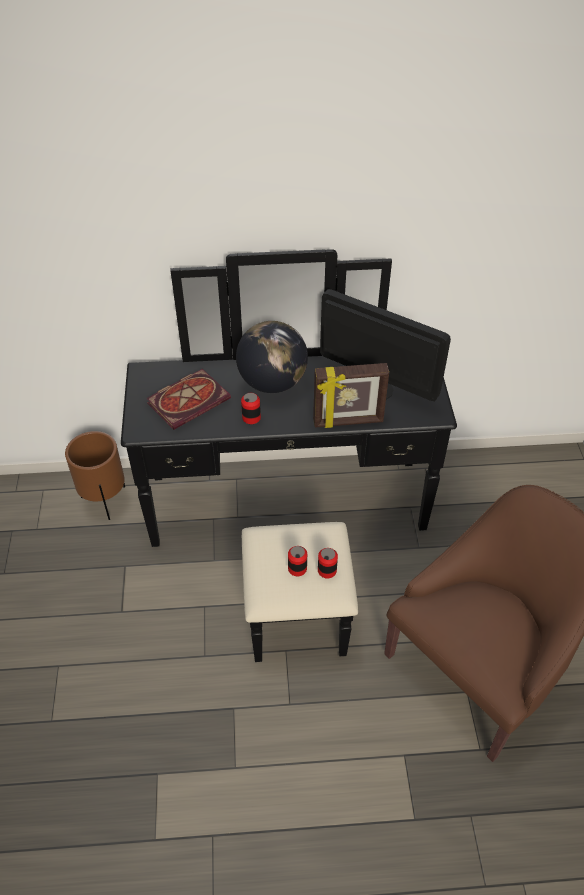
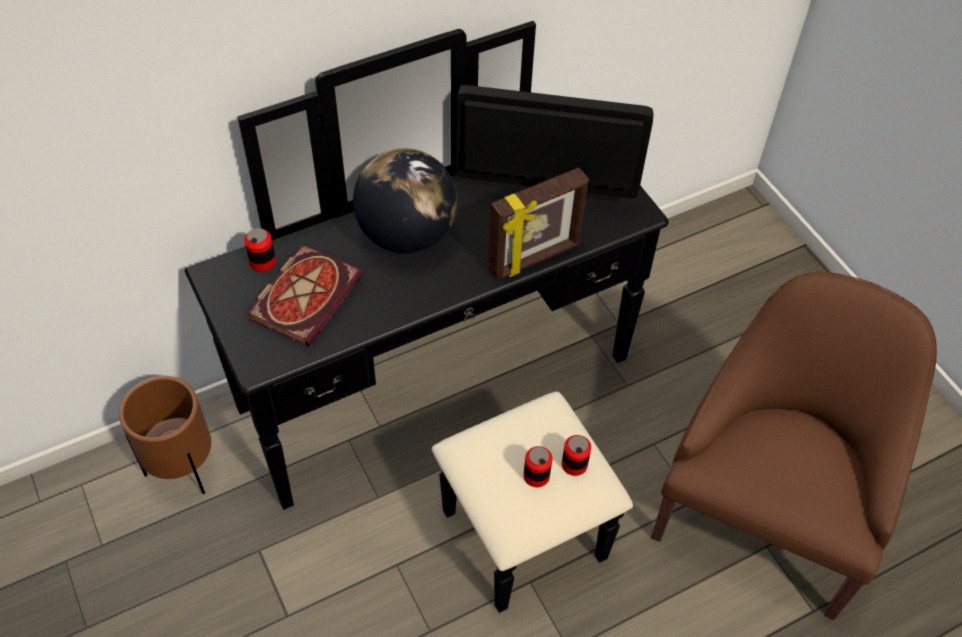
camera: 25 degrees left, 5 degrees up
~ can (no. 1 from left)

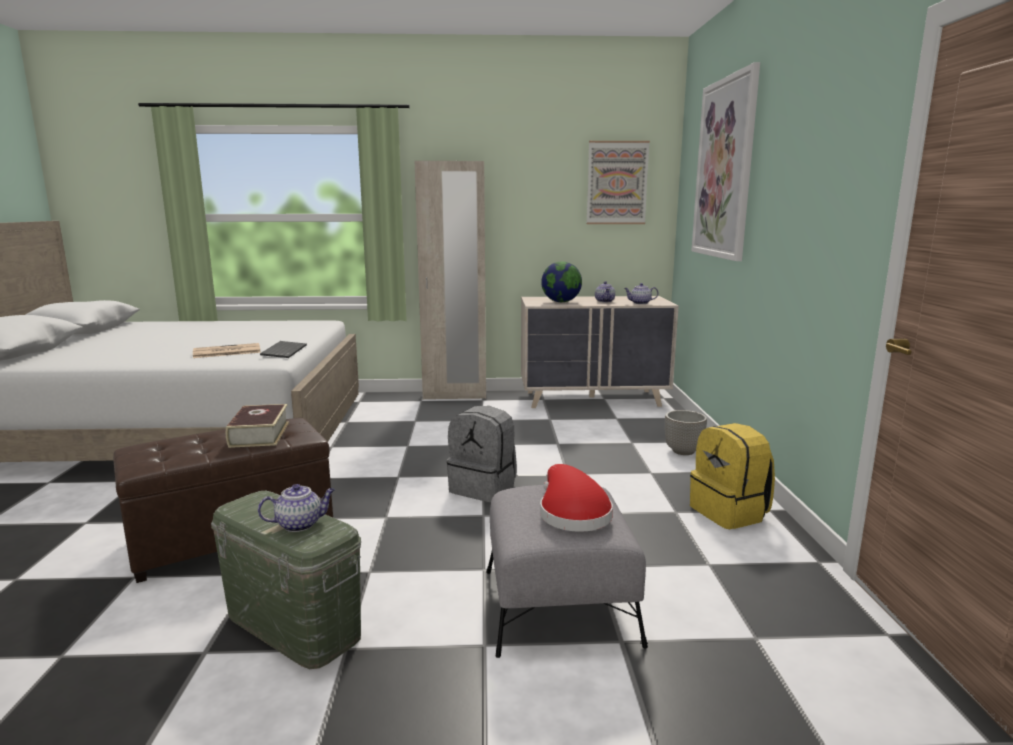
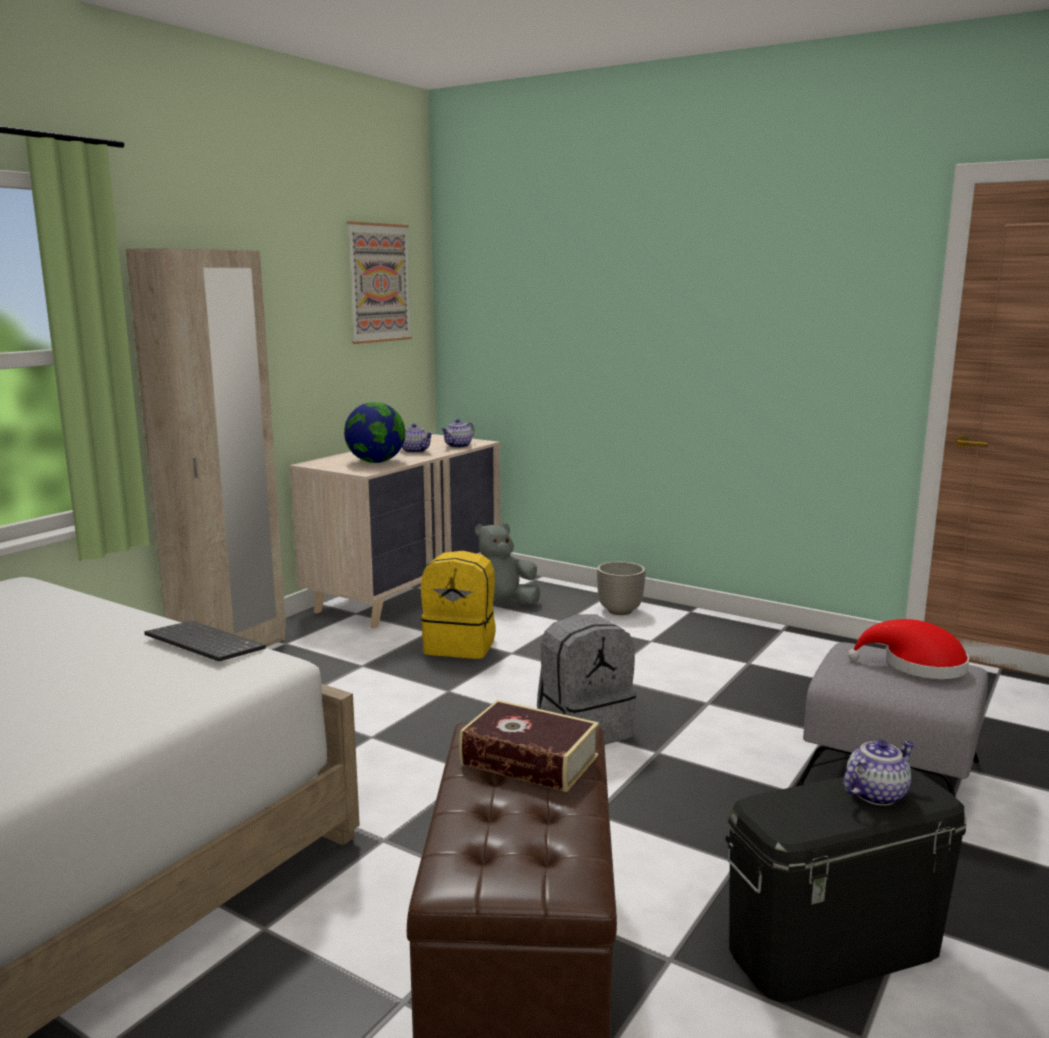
camera: 55 degrees left, 0 degrees up
~ yellow_knapsack
+ gray_plush_toy
~ green_storage_box to blackish_storage_box
~ pot_for_tea (no. 1 from left in the first image) 45 degrees clockwise
- daily_paper
- wall_picture (no. 2 from left)

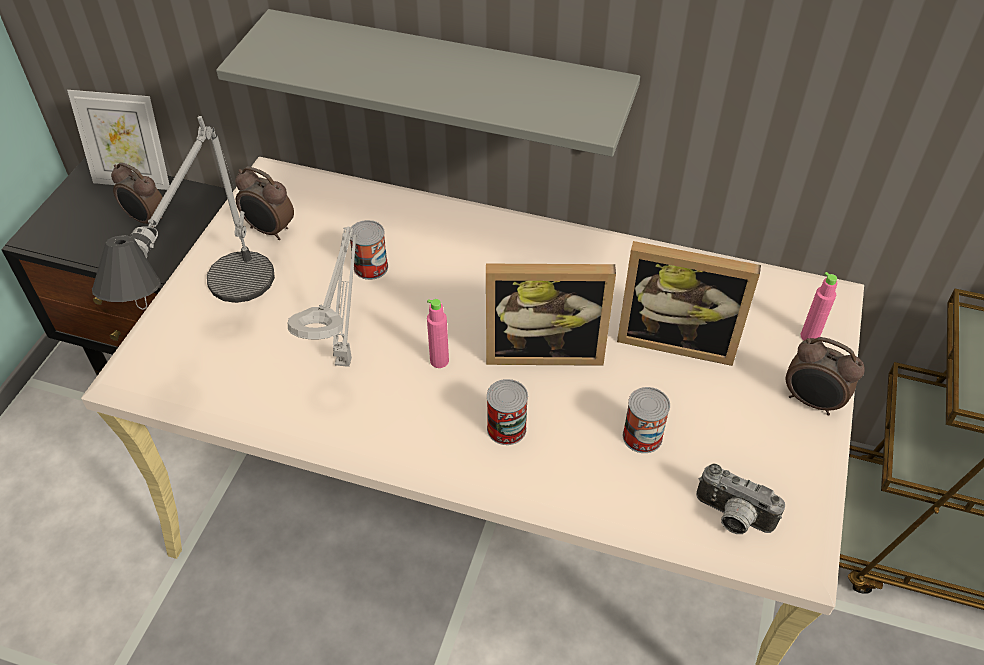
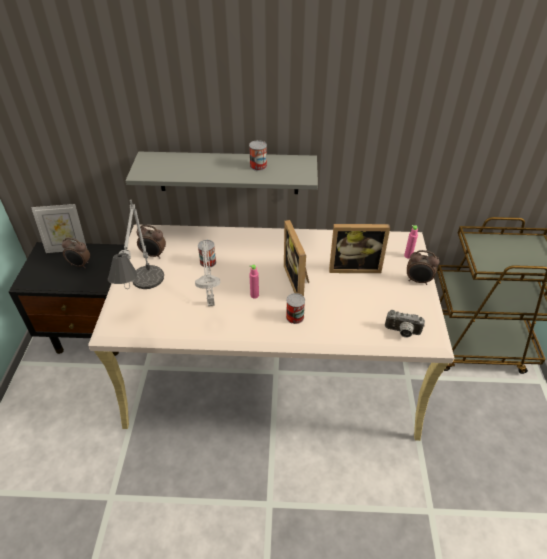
camera: 15 degrees left, 5 degrees down
~ can (no. 3 from left in the first image) to can (no. 2 from left)
~ photo_frame (no. 2 from left) 90 degrees clockwise

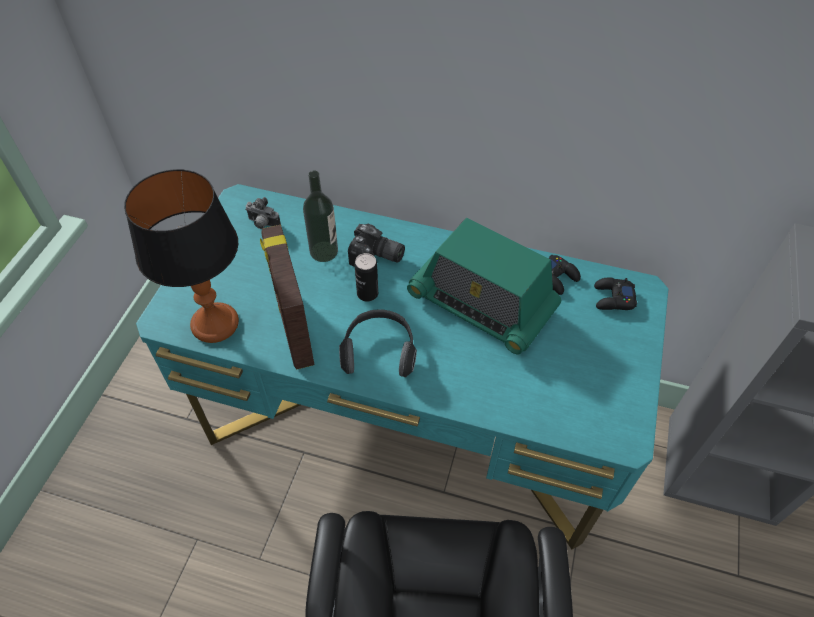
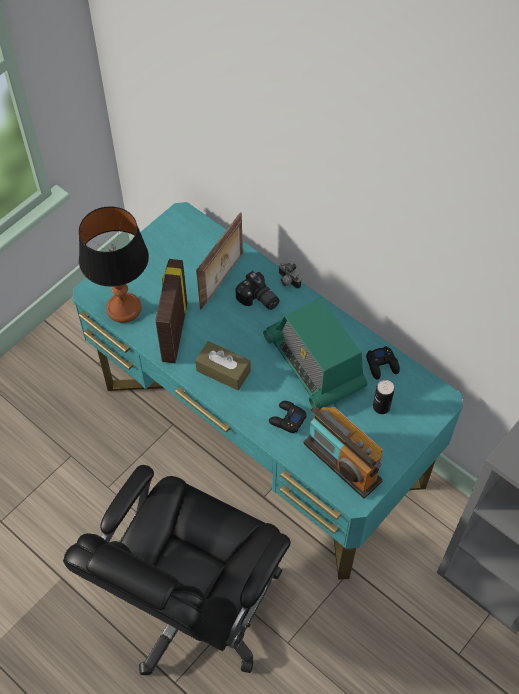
camera: 25 degrees right, 5 degrees up
~ pair_of_headphones to brown-coloured_tissue_box
~ beverage_bottle to photo_frame (no. 2 from left)
~ blackish_game_controller (no. 2 from left in the first image) to blackish_game_controller (no. 1 from left)
~ still_camera (no. 1 from left in the first image) to still_camera (no. 2 from left)
+ radio (no. 2 from left)
~ can

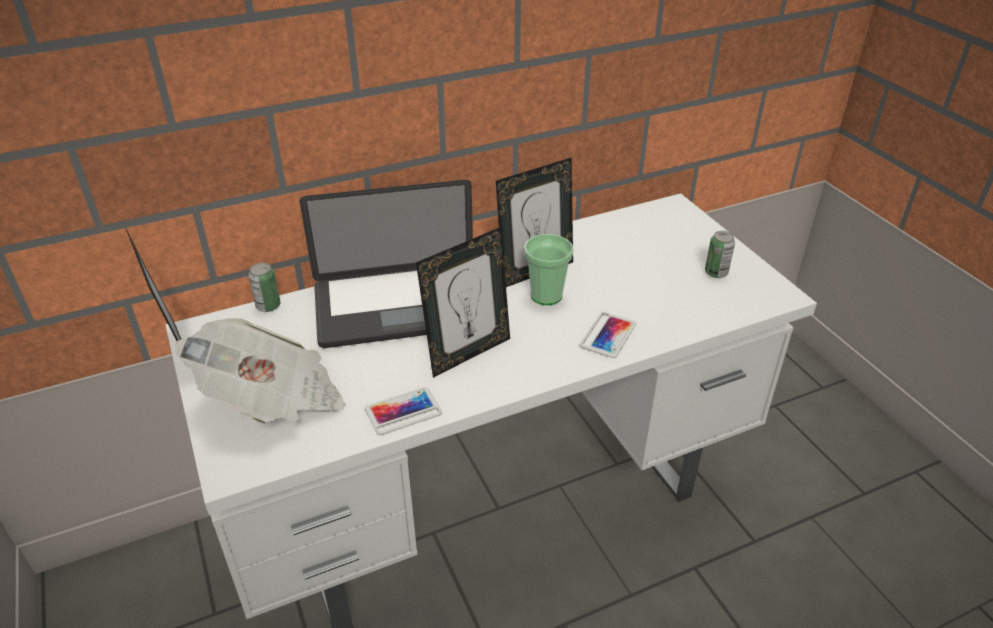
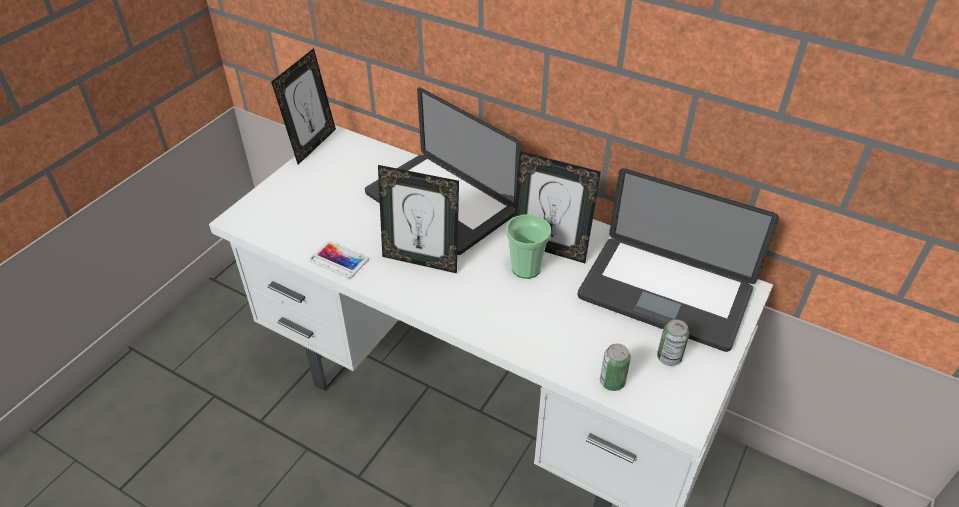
camera: 55 degrees right, 5 degrees up
+ laptop (no. 2 from left)
~ can (no. 1 from left)
- daily_paper
- handset (no. 2 from left)

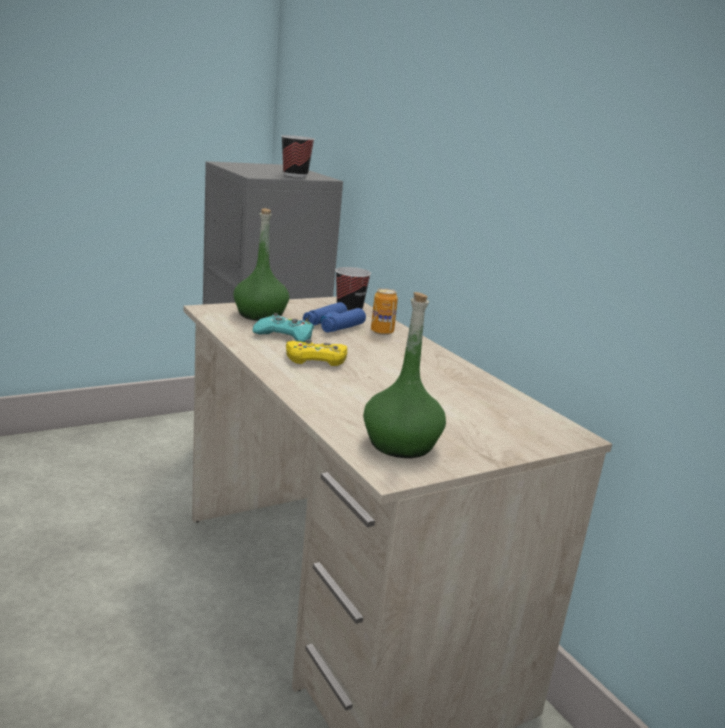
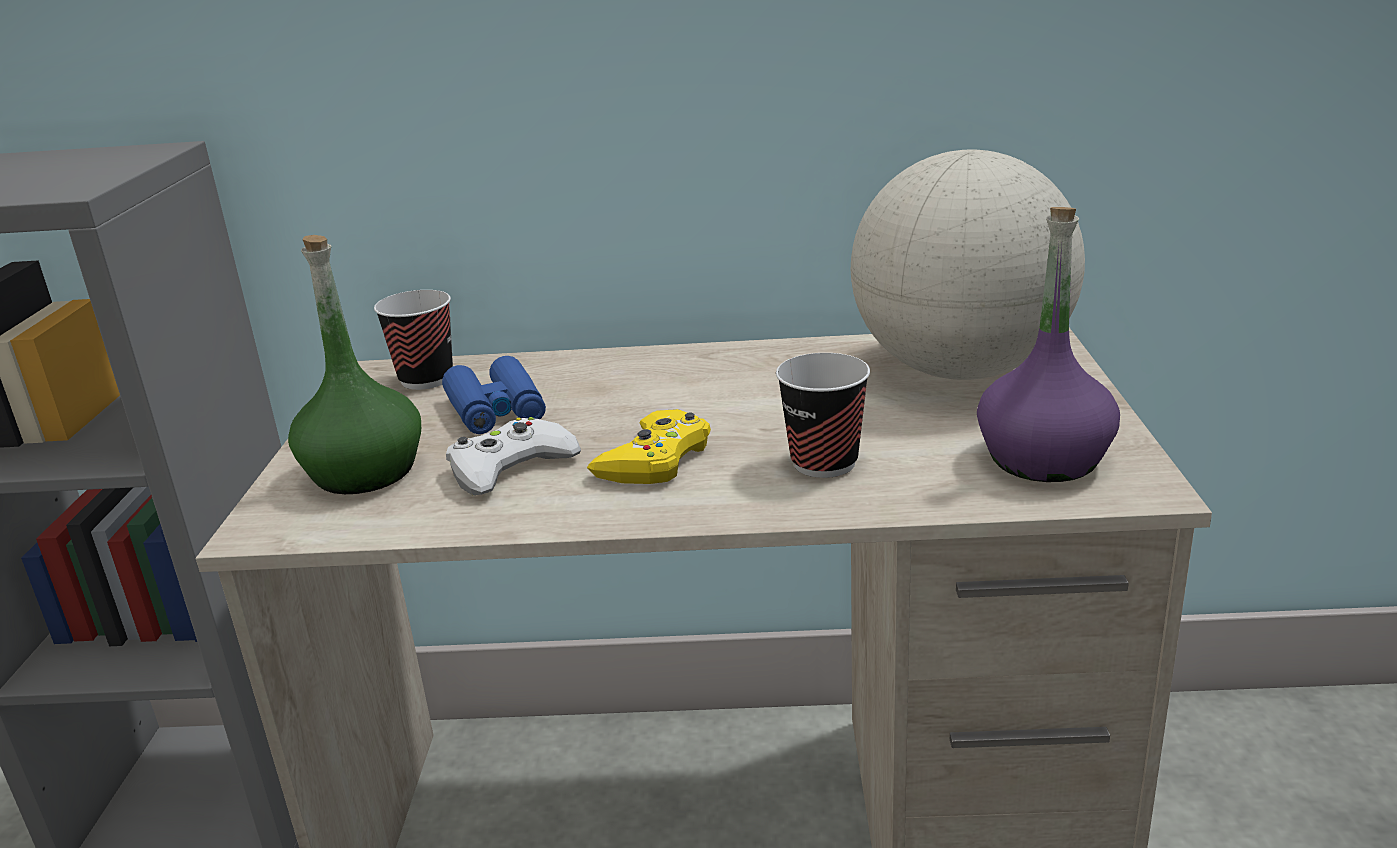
camera: 55 degrees left, 5 degrees up
~ turquoise_game_controller to white_game_controller
~ drinking_cup (no. 1 from left in the first image) to drinking_cup (no. 2 from left)
+ globe
~ green_beverage_bottle (no. 2 from left) to purple_beverage_bottle
- can

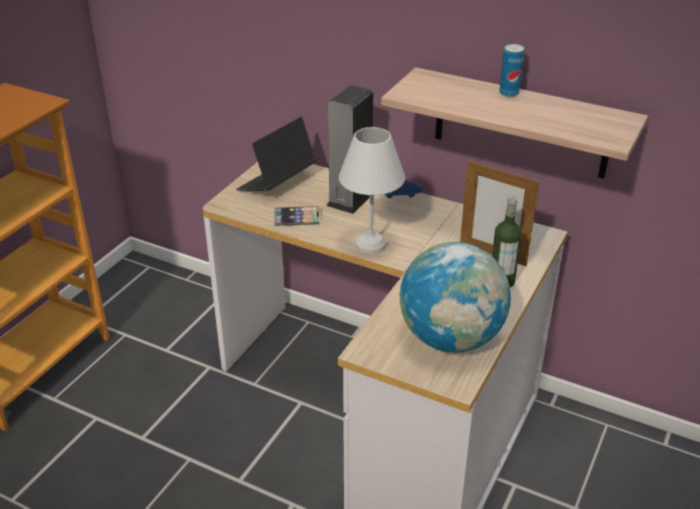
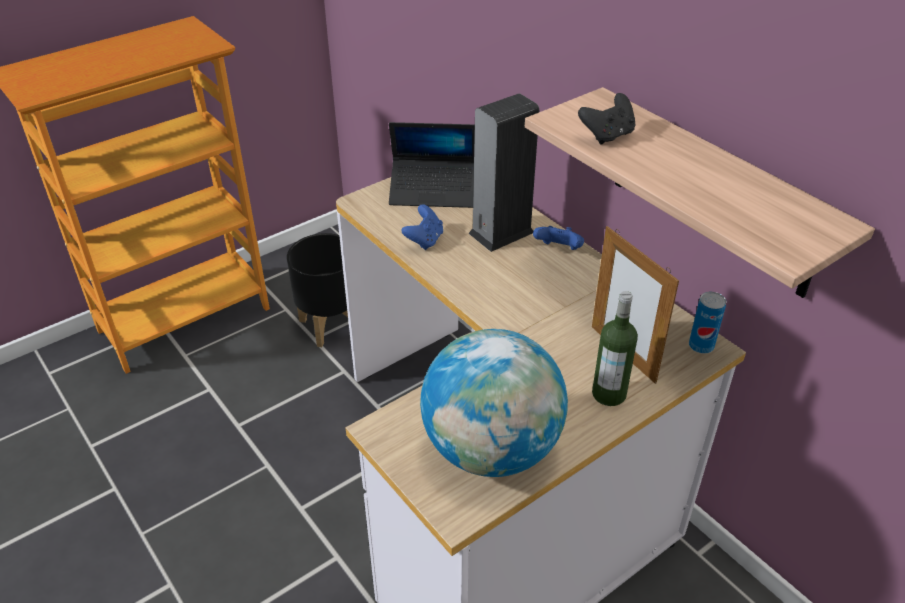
camera: 25 degrees right, 5 degrees up
+ blackish_planter
~ laptop 150 degrees counterclockwise
~ handset to bluish_game_controller (no. 1 from left)
+ blackish_game_controller
~ can
- white_table_lamp

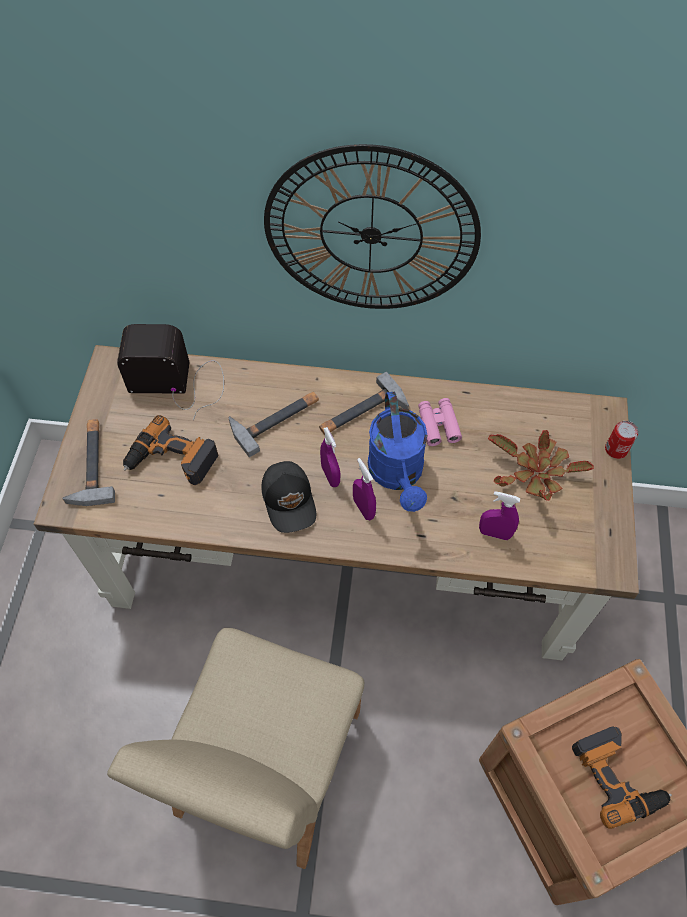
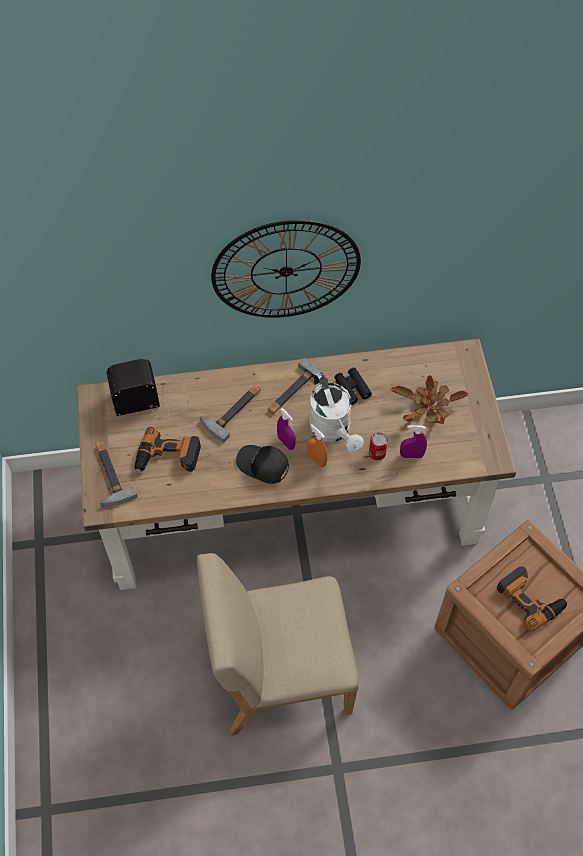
camera: 15 degrees left, 0 degrees up
~ beige-coloured_chair 75 degrees clockwise
~ blackish_cap 150 degrees clockwise
~ purple_hand_sprayer (no. 2 from left) to orangey_hand_sprayer
~ bluish_watering_pot to white_watering_pot
~ pinkish_binoculars to blackish_binoculars
~ can

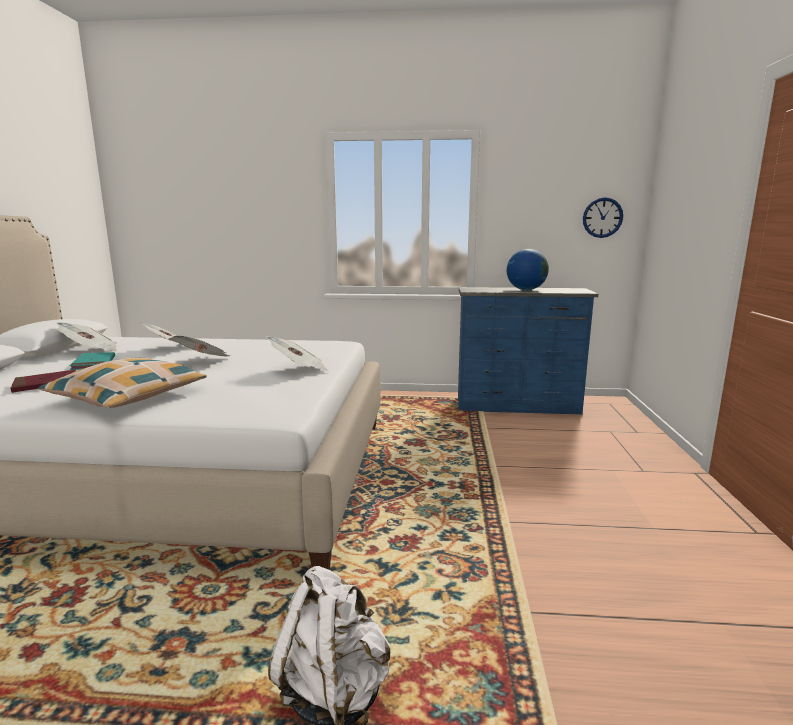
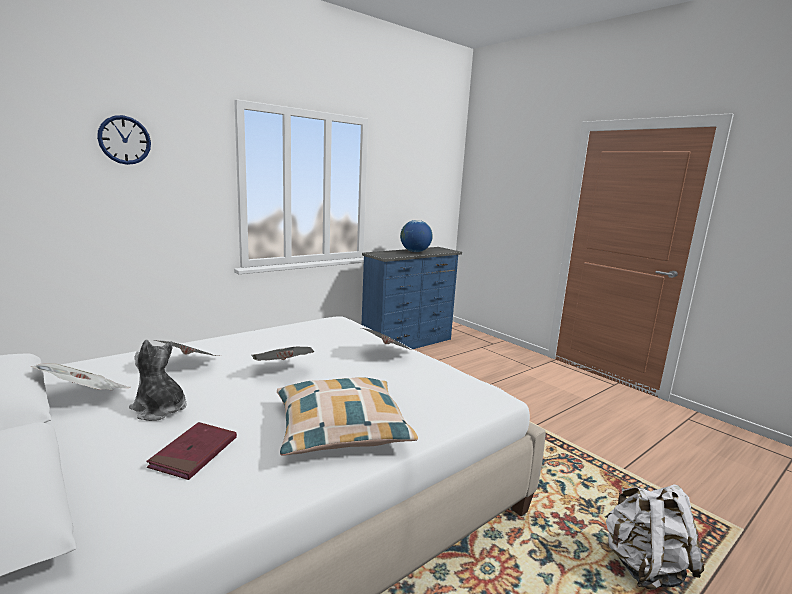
camera: 45 degrees left, 0 degrees up
~ clock_on_the_wall
~ turquoise_book to plush_toy

